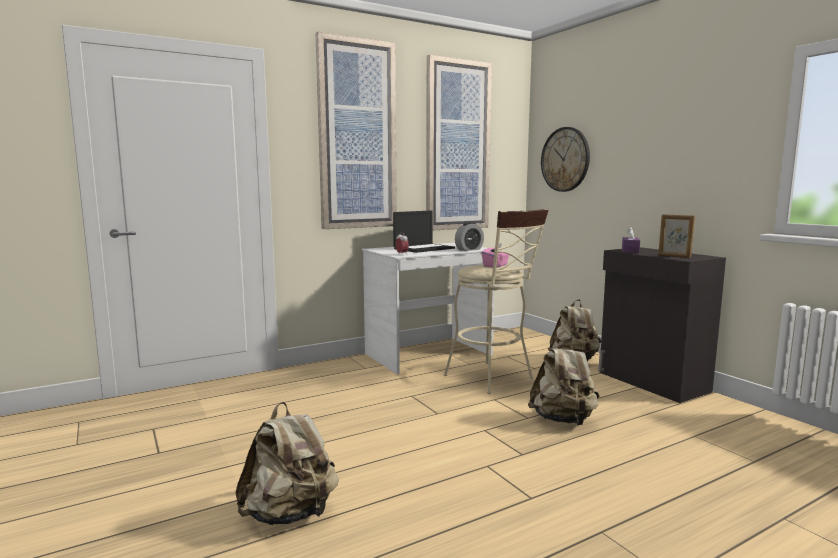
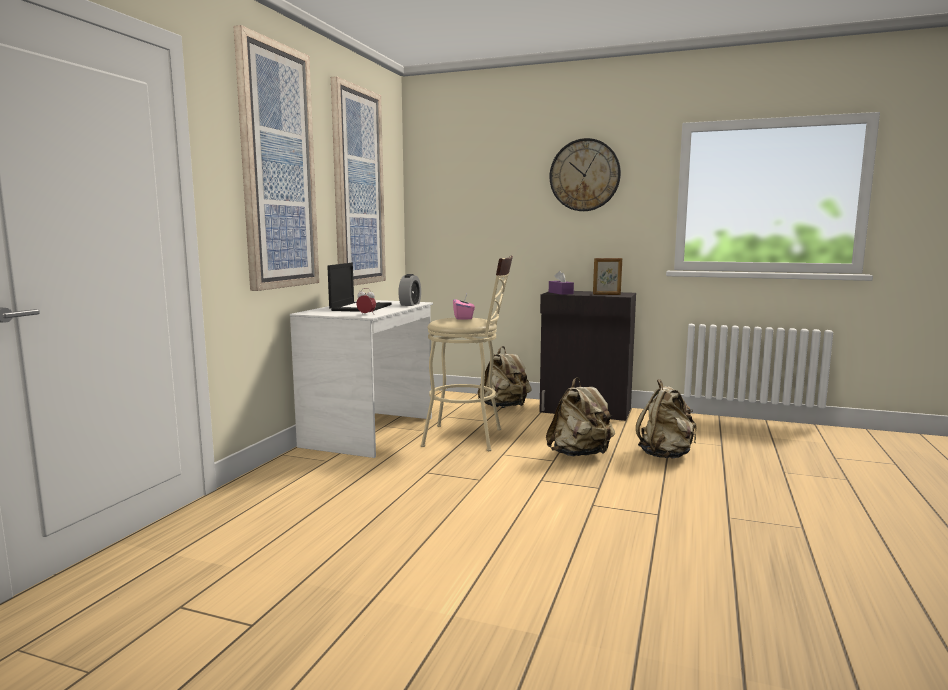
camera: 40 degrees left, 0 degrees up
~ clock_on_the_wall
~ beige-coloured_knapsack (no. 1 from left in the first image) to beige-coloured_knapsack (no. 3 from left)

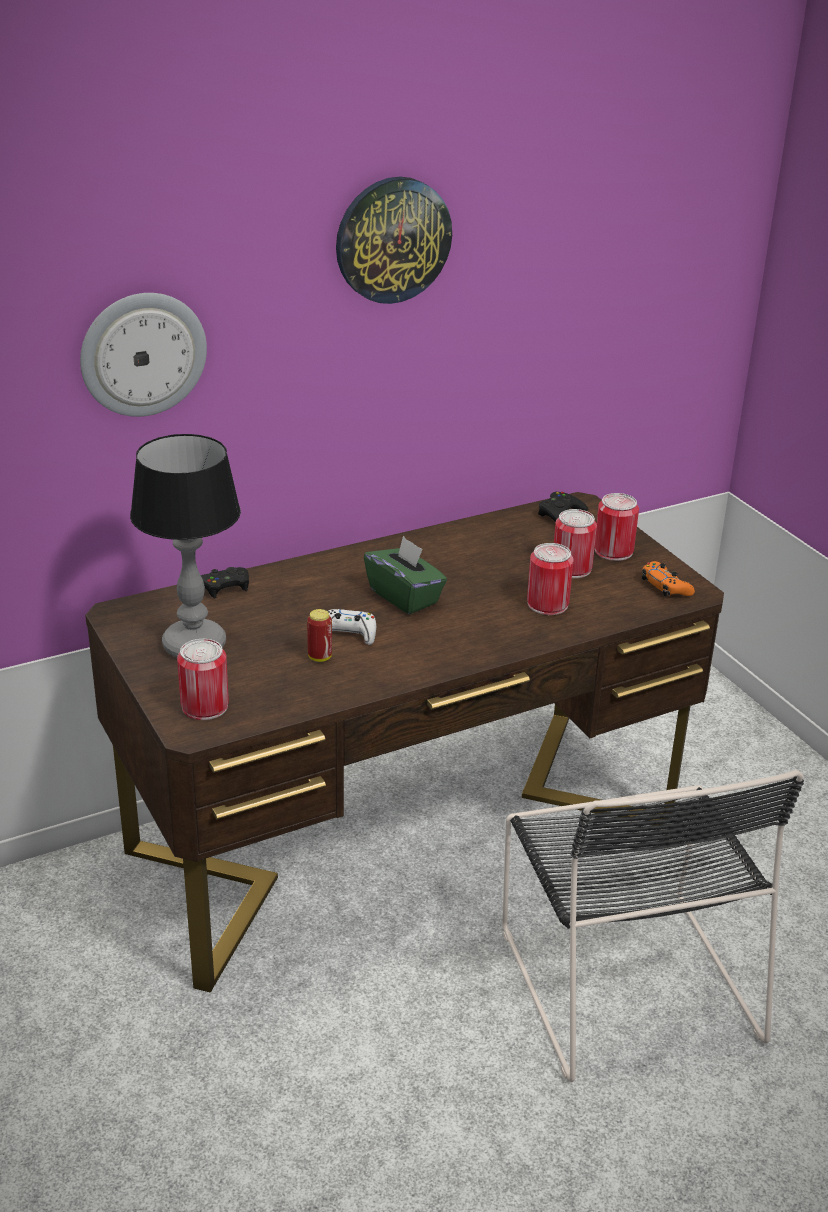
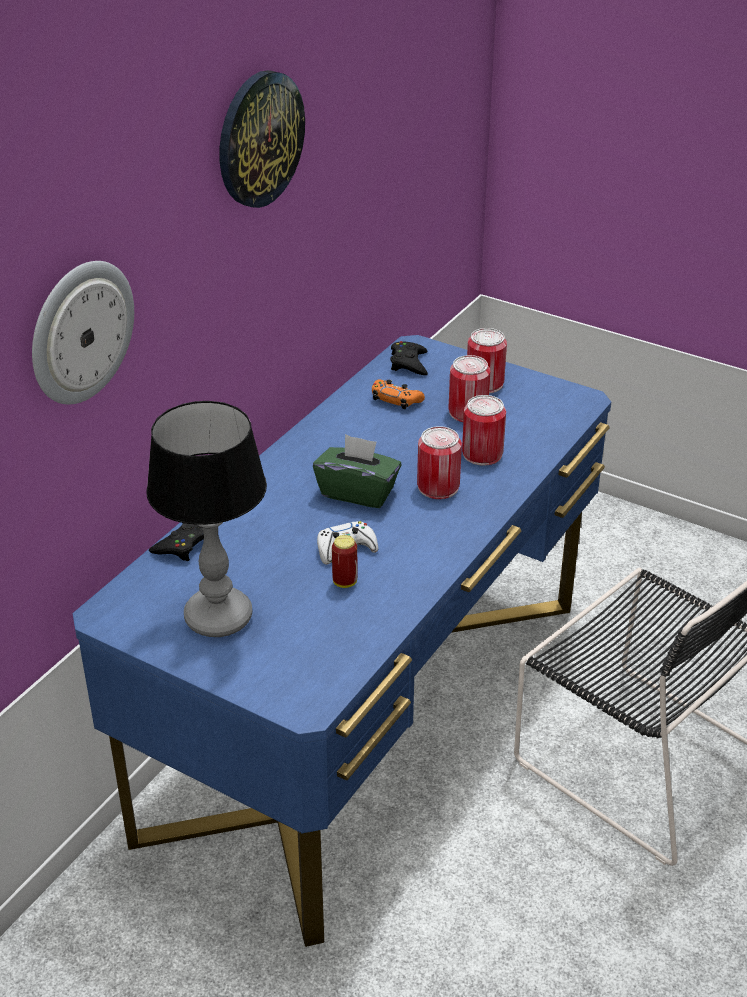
camera: 30 degrees left, 5 degrees up
~ brown-coloured_desk to bluish_desk
~ orangey_game_controller
~ can (no. 1 from left in the first image) to can (no. 2 from left)

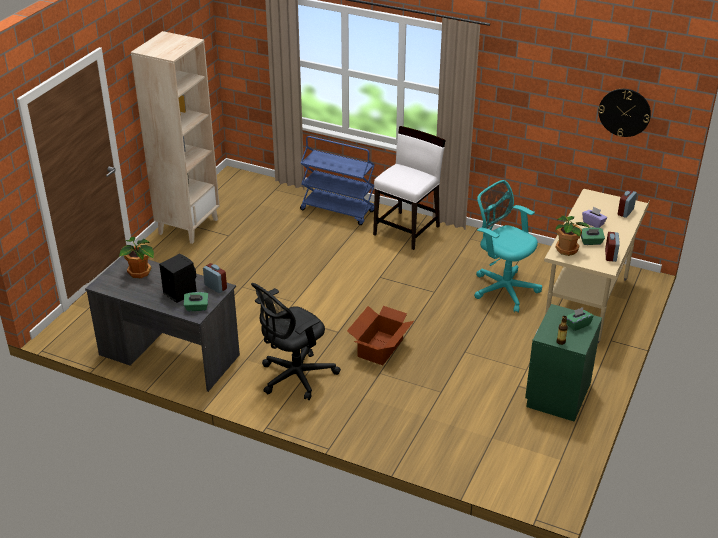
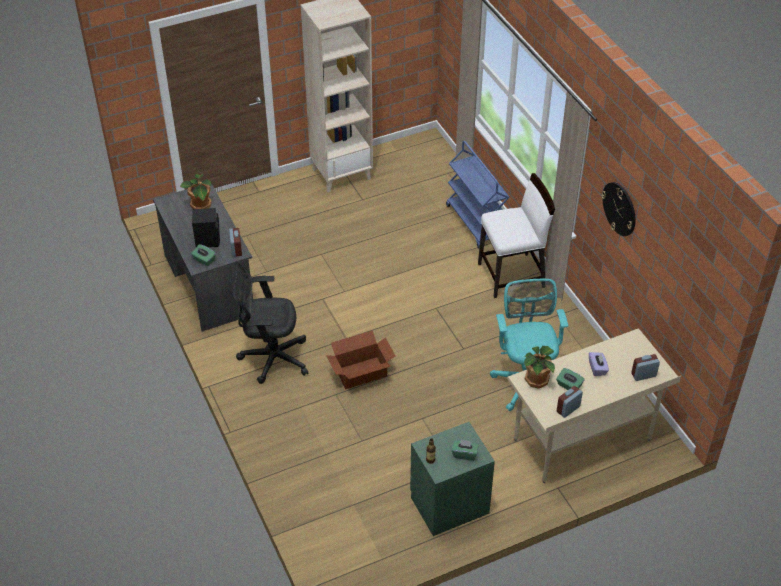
camera: 40 degrees right, 10 degrees up
~ clock_on_the_wall

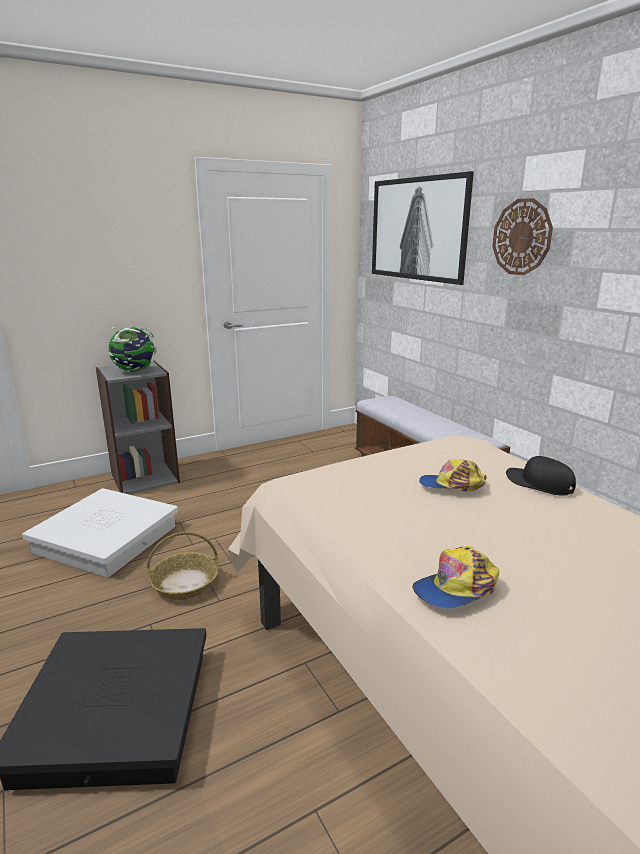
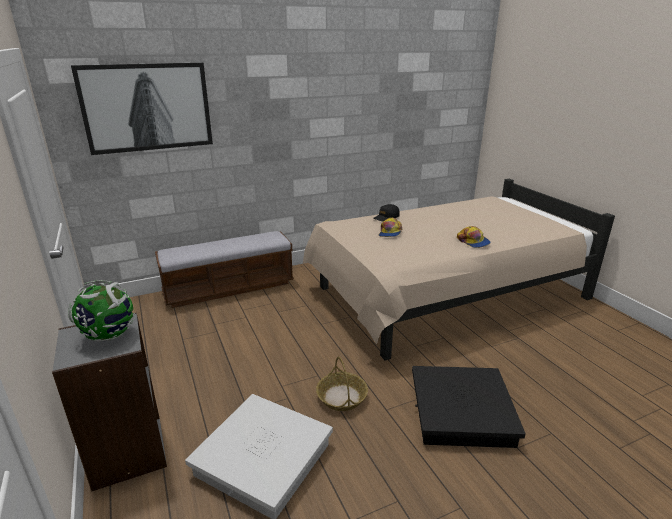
camera: 85 degrees left, 5 degrees up
- clock_on_the_wall

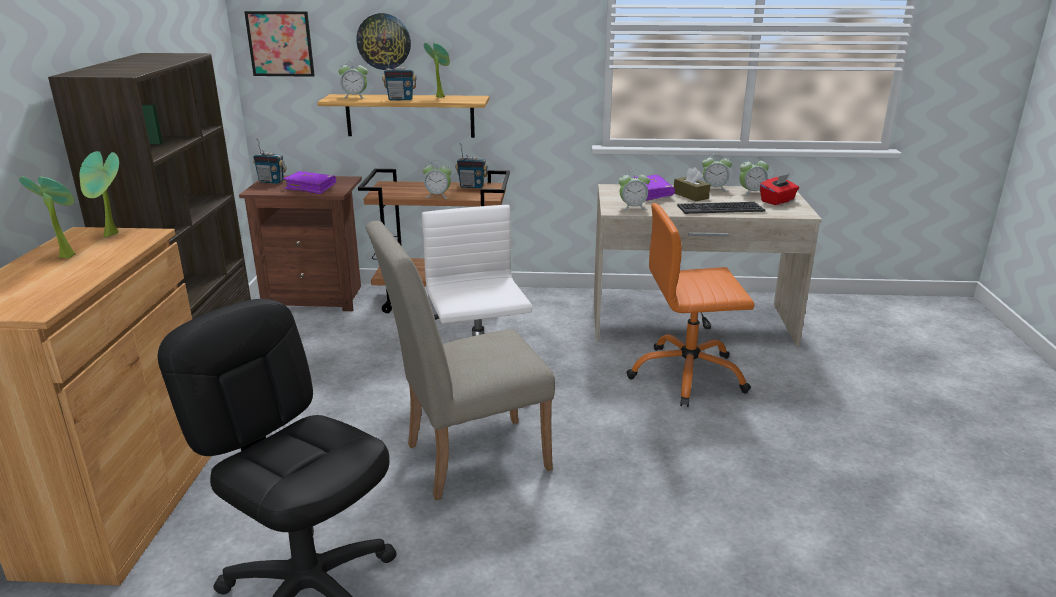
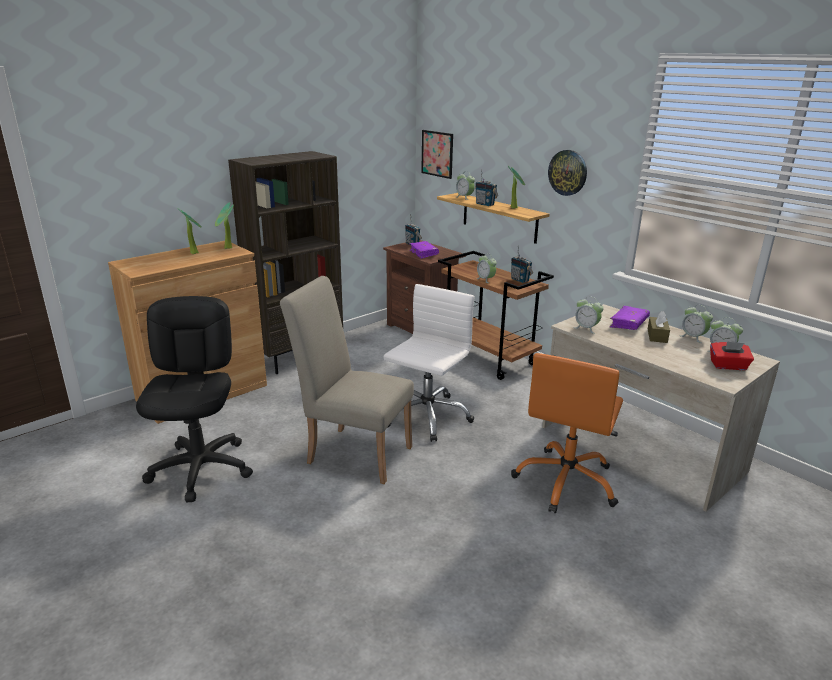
camera: 45 degrees right, 0 degrees up
~ orangey_computer_chair 105 degrees counterclockwise
~ clock_on_the_wall
- PC_keyboard

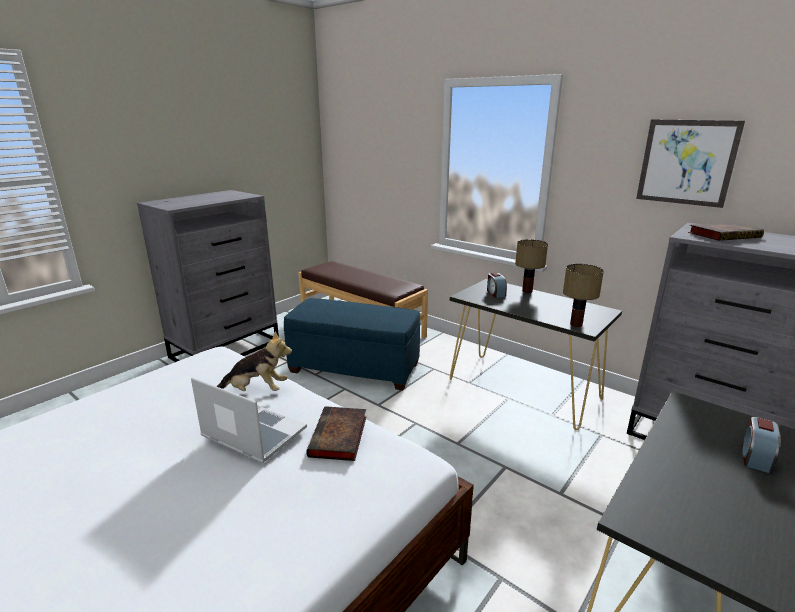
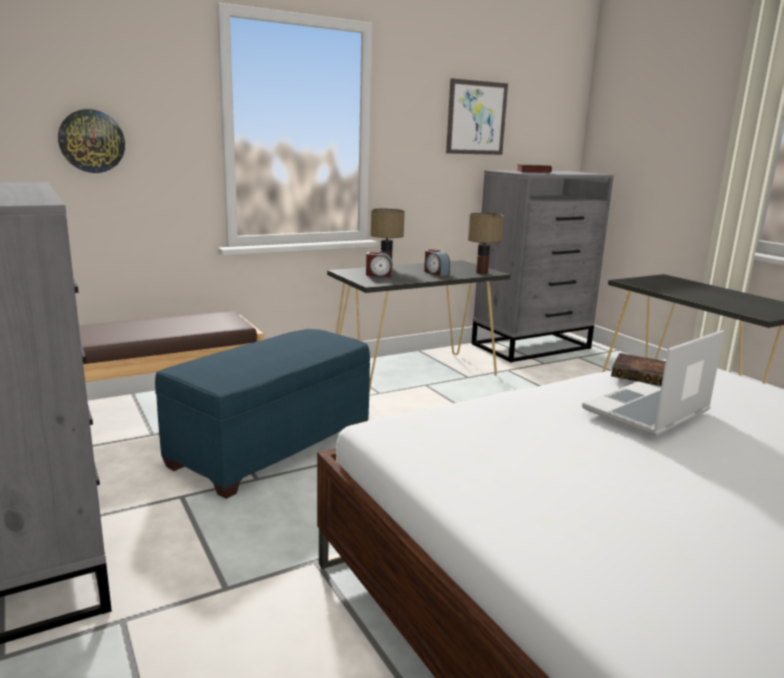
camera: 70 degrees left, 5 degrees down
+ clock_on_the_wall
~ alarm_clock (no. 2 from left)
- plush_toy

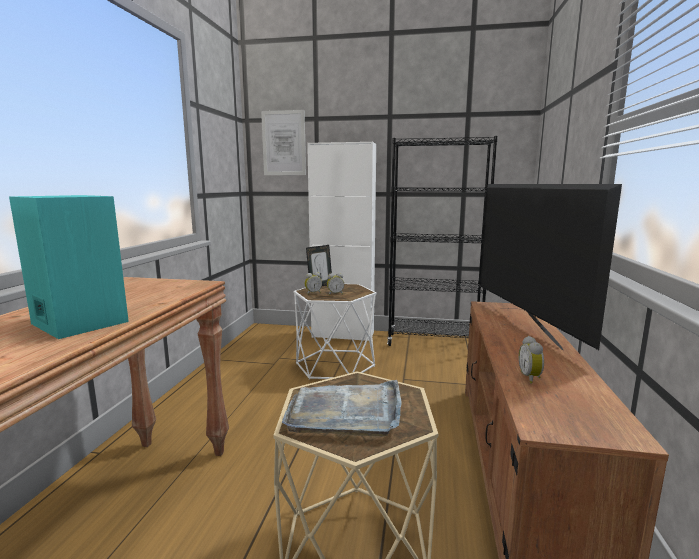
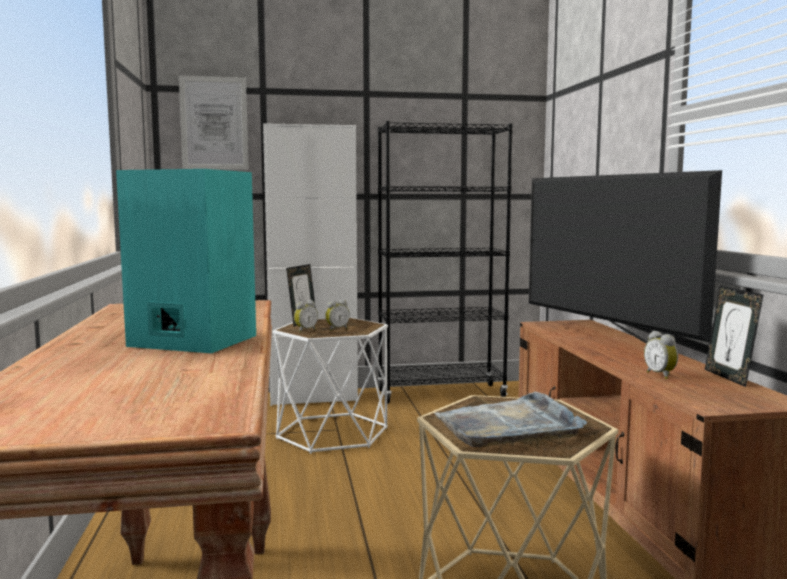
camera: 20 degrees left, 5 degrees down
+ photo_frame (no. 2 from left)

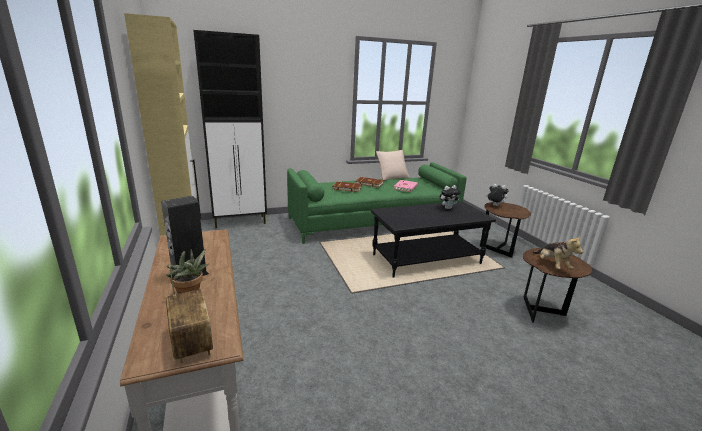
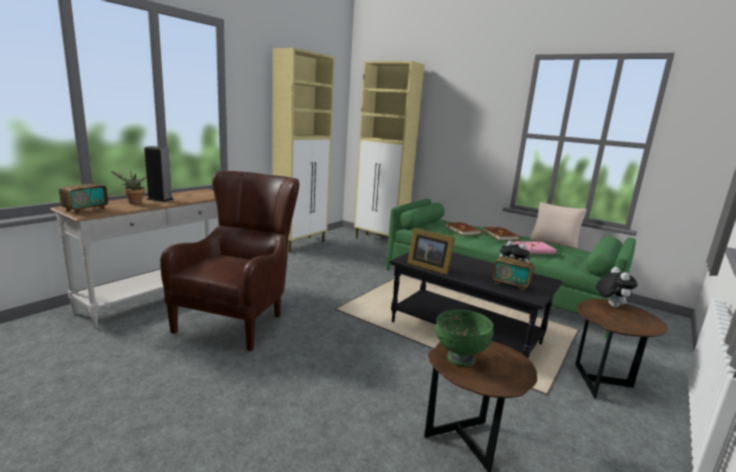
camera: 55 degrees right, 5 degrees down
+ brown-coloured_lounge_chair
~ blackish_storage_cabinet to beige-coloured_storage_cabinet (no. 2 from left)
+ photo_frame
~ plush_toy (no. 3 from left) to green_serving_bowl
+ radio (no. 2 from left)

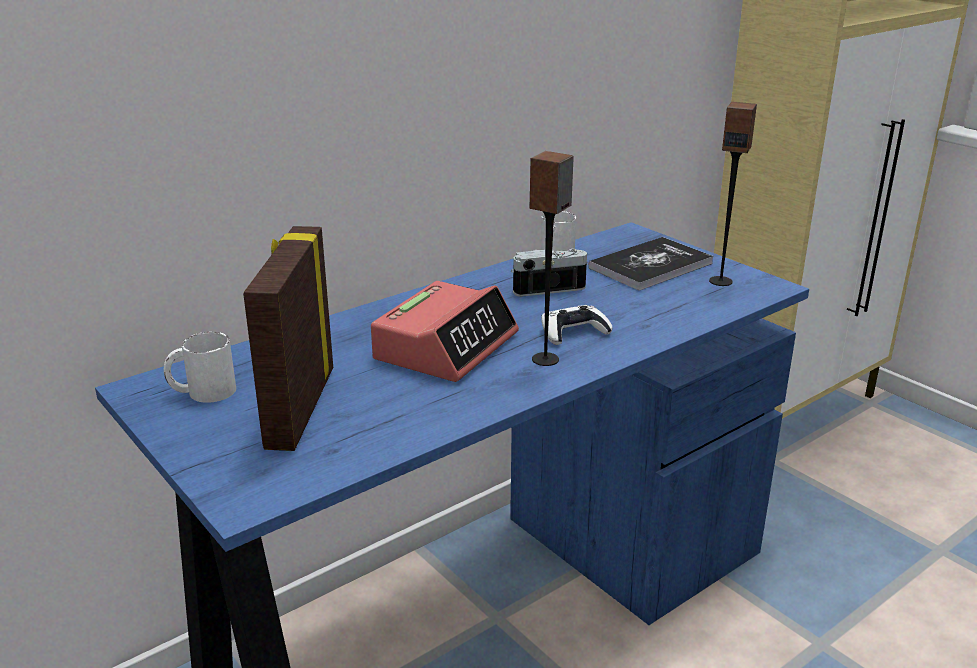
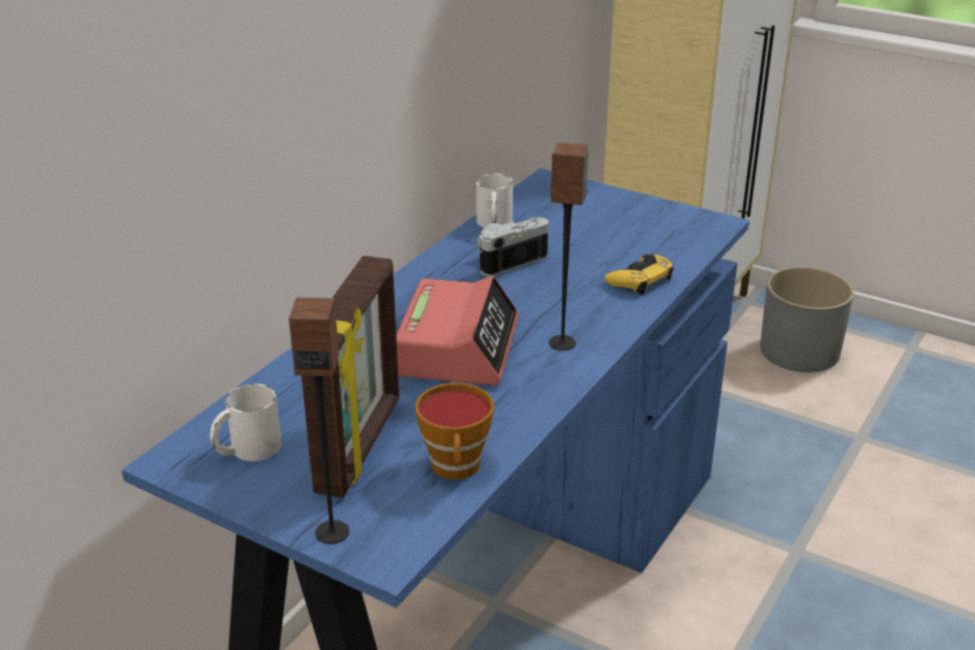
camera: 20 degrees left, 5 degrees up
~ loudspeaker (no. 2 from left in the first image) to loudspeaker (no. 1 from left)
~ photo_frame 150 degrees counterclockwise
+ drinking_cup
+ yellow_game_controller
+ gray_planter
- white_game_controller
- book

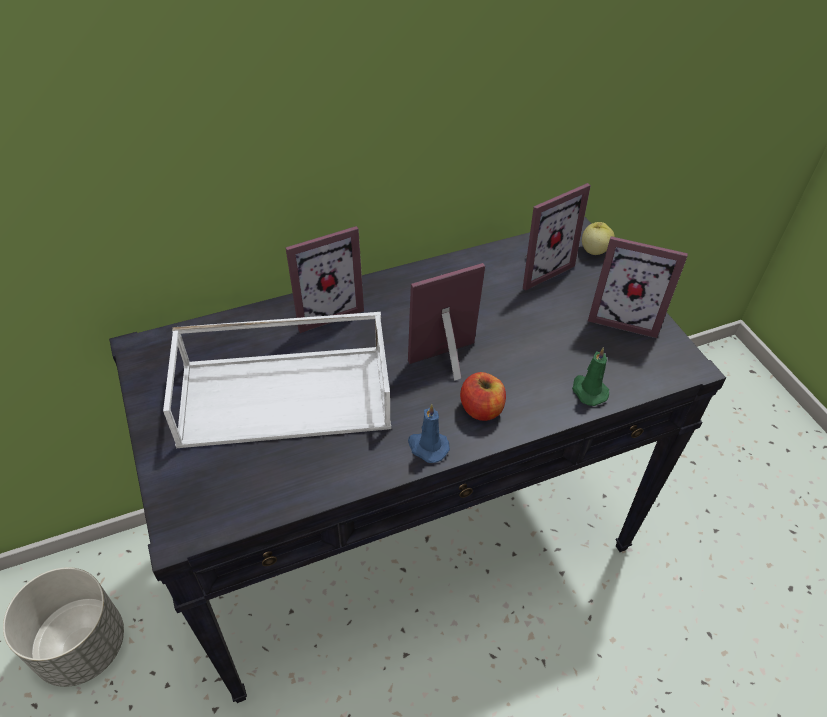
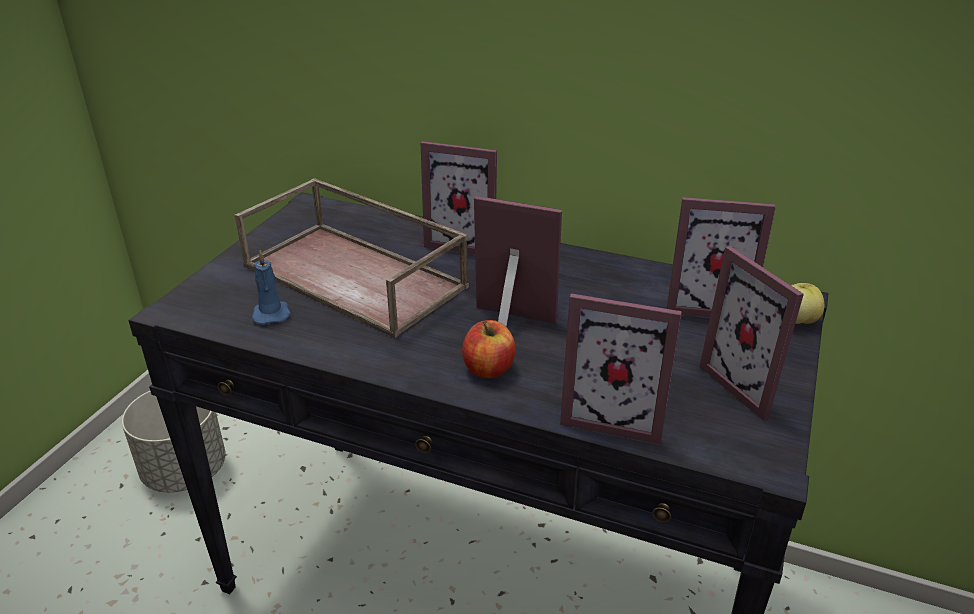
camera: 45 degrees right, 15 degrees down
~ white_serving_tray to brown-coloured_serving_tray
~ bluish_wax_light
~ green_wax_light to photo_frame (no. 3 from left)

